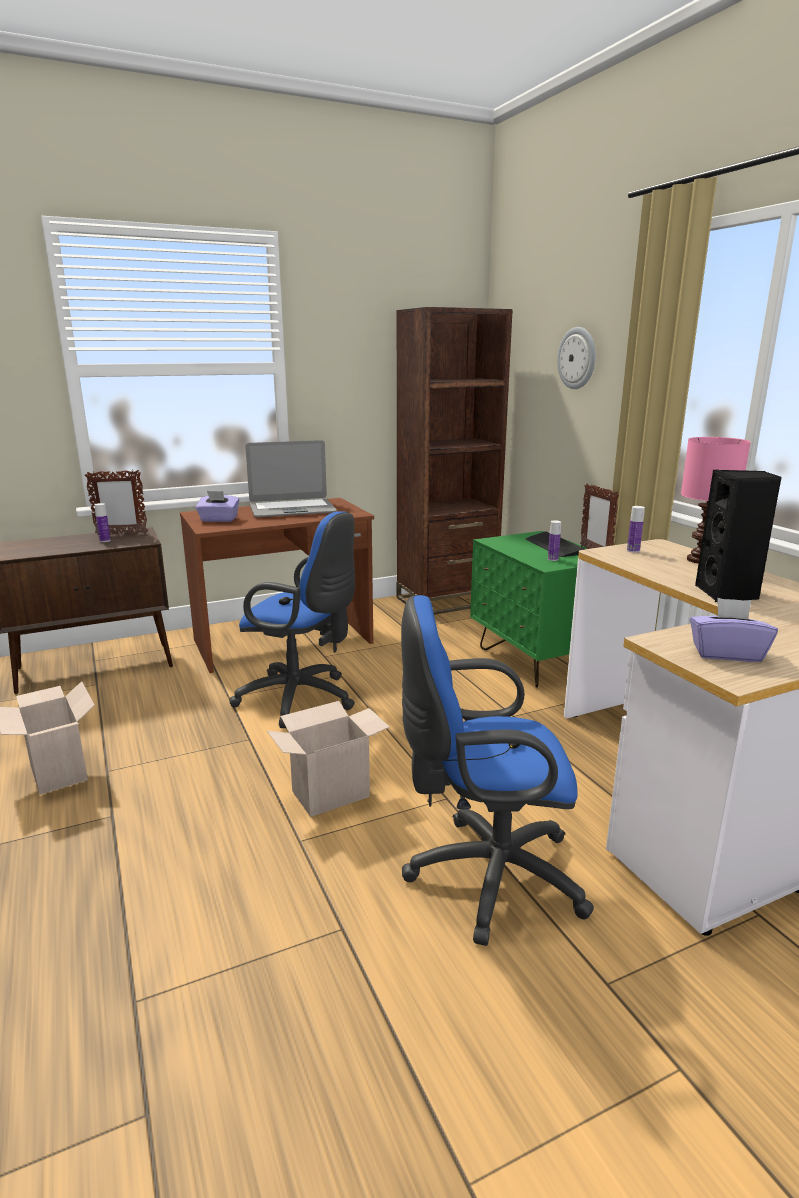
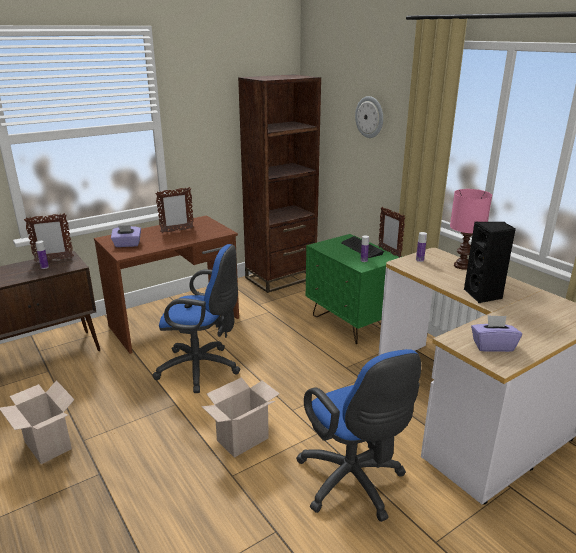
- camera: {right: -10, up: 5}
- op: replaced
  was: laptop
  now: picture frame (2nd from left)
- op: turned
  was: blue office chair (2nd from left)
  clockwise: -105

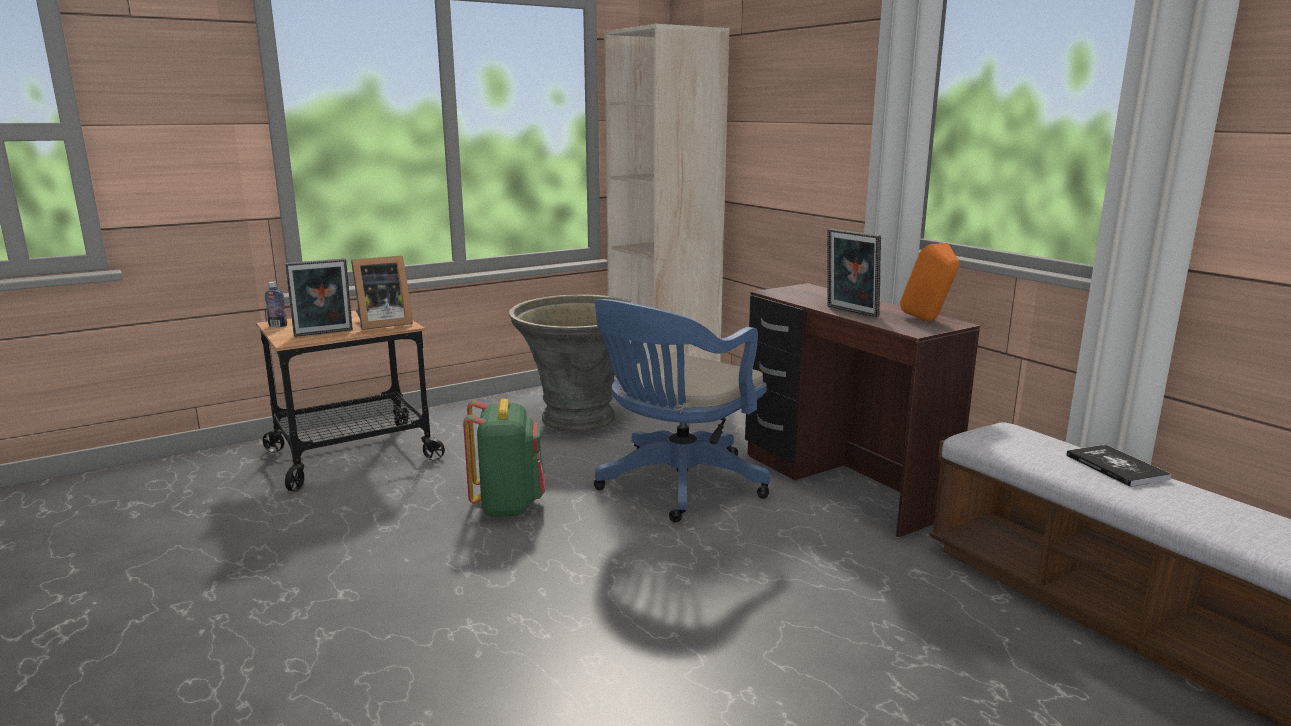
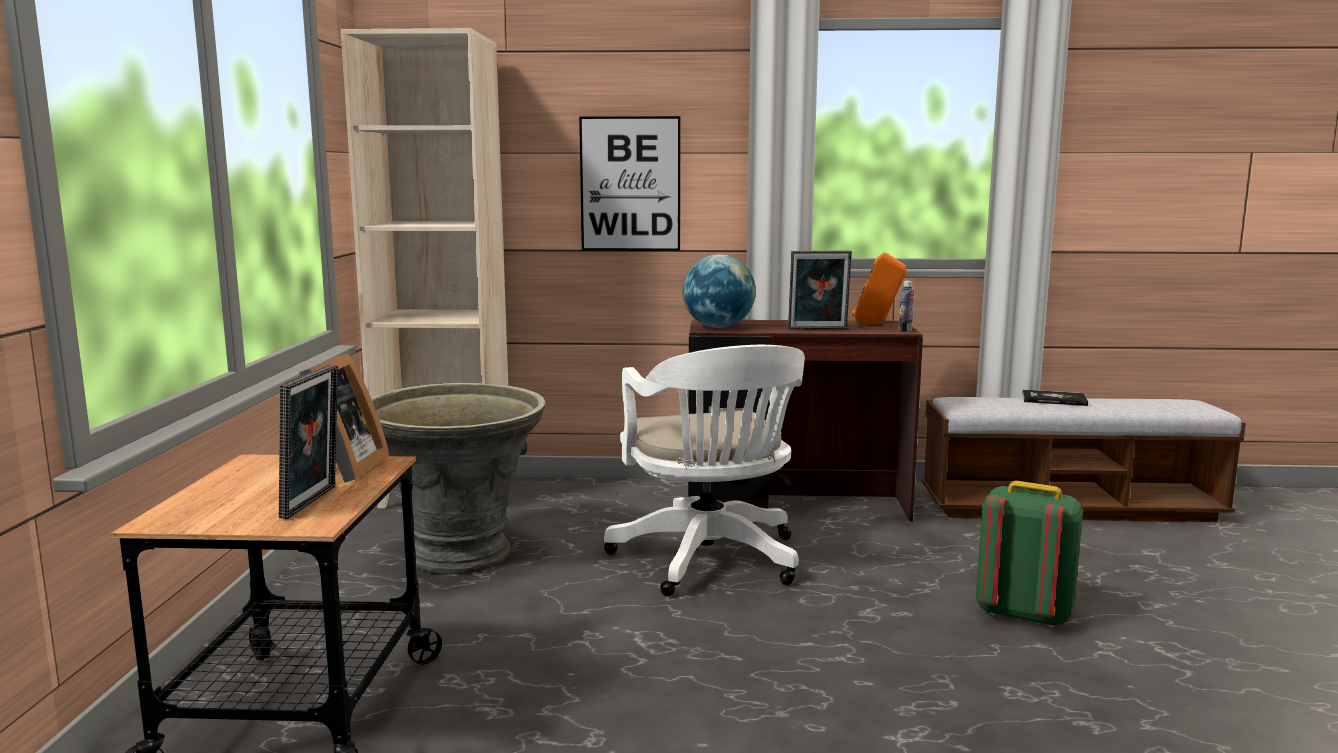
- camera: {right: -55, up: -5}
- op: moved
  was: bottle
- op: recoloured
  was: blue office chair
  now: white-coloured office chair
- op: moved
  was: greenish rucksack
- op: added
  now: wall art
- op: added
  now: desk globe

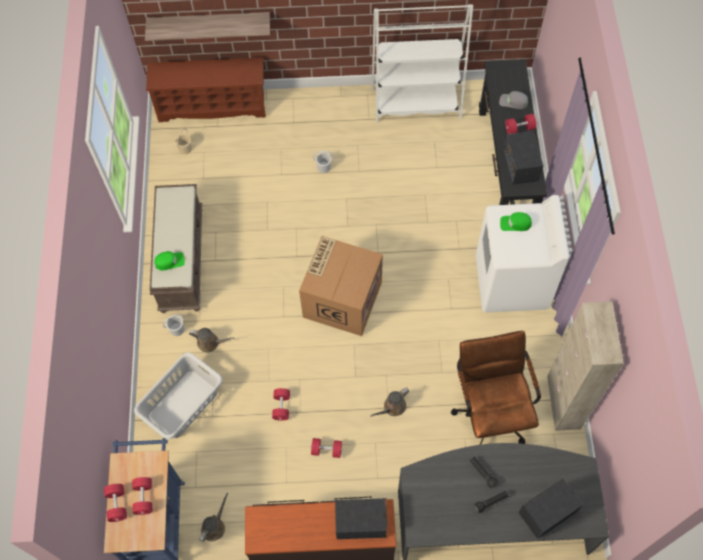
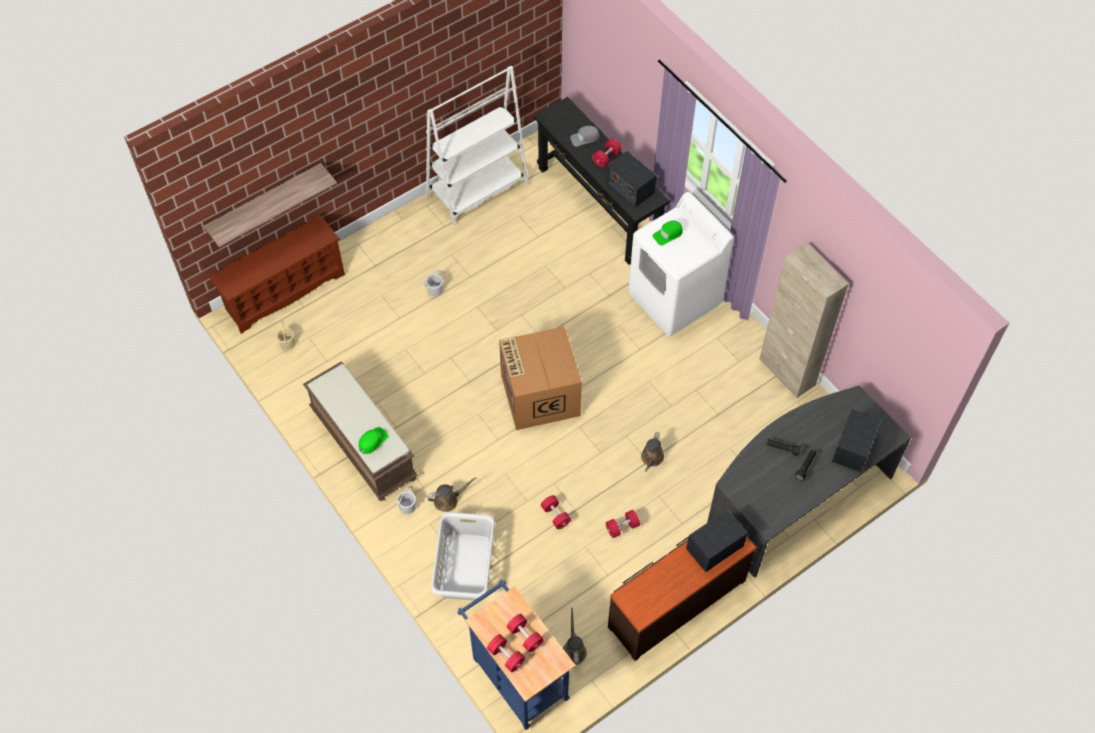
- camera: {right: -35, up: -5}
- op: removed
  was: brown-coloured office chair

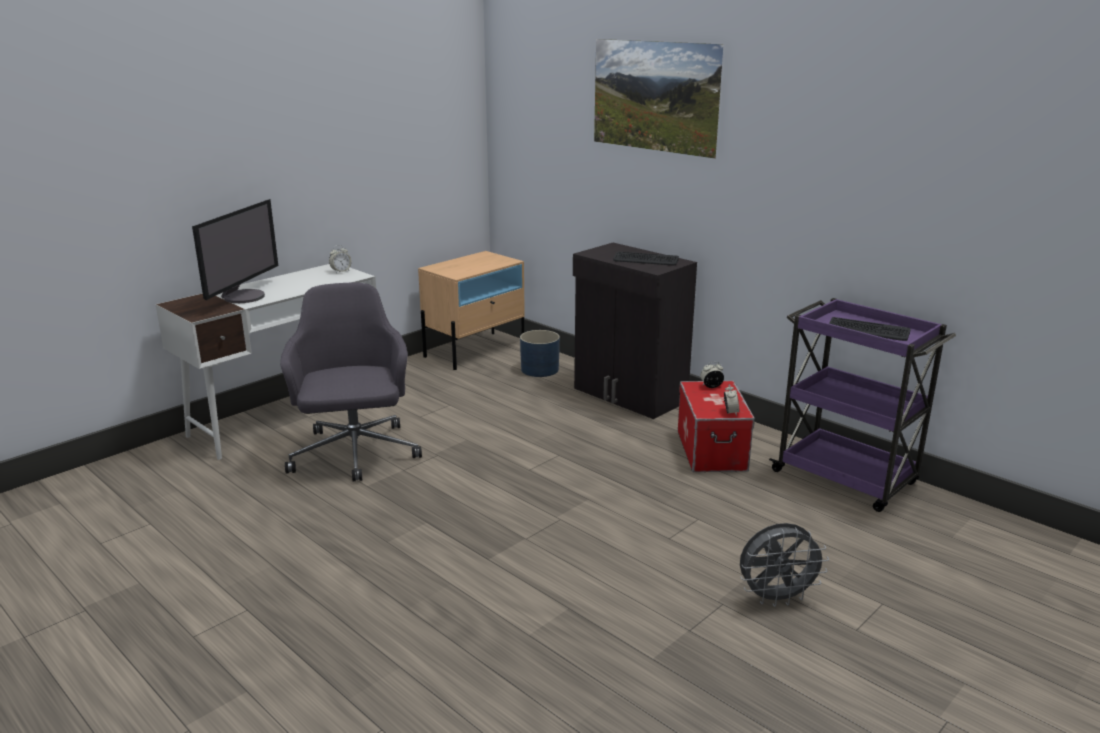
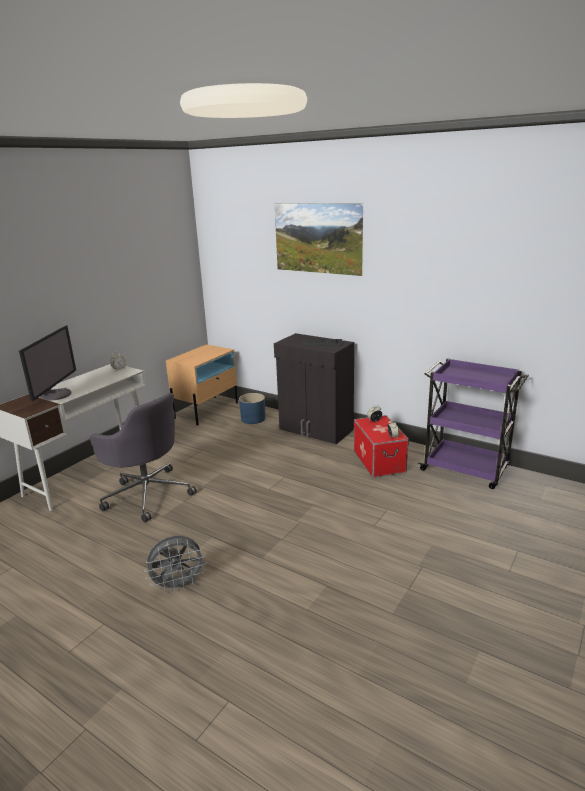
- camera: {right: -10, up: 0}
- op: turned
  was: gray office chair
  clockwise: 150
- op: removed
  was: computer keyboard (2nd from left)
- op: moved
  was: gray cooling fan

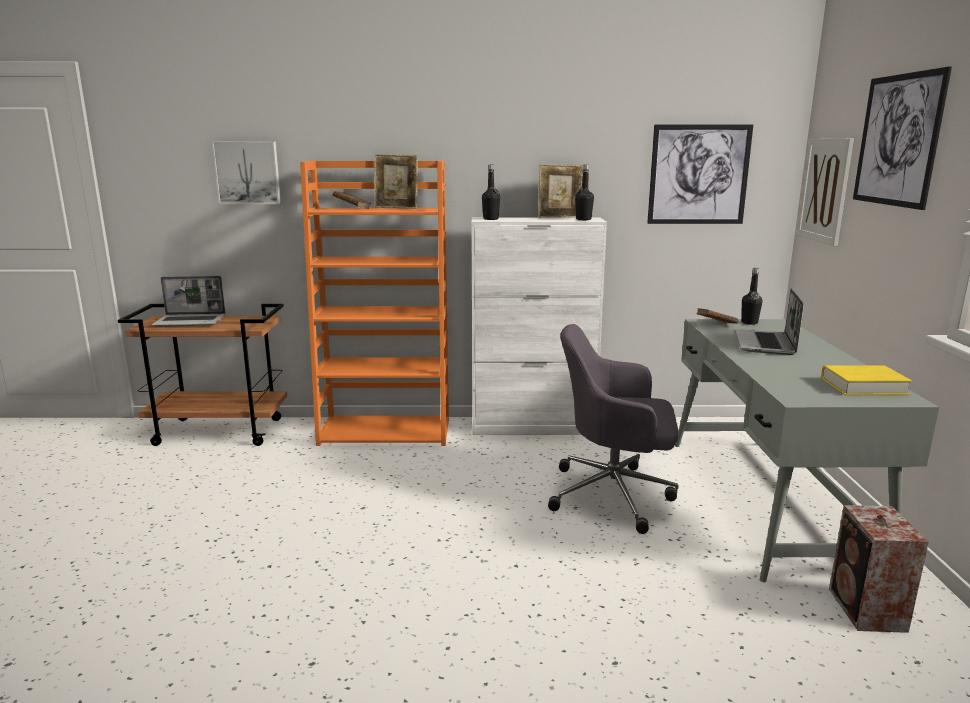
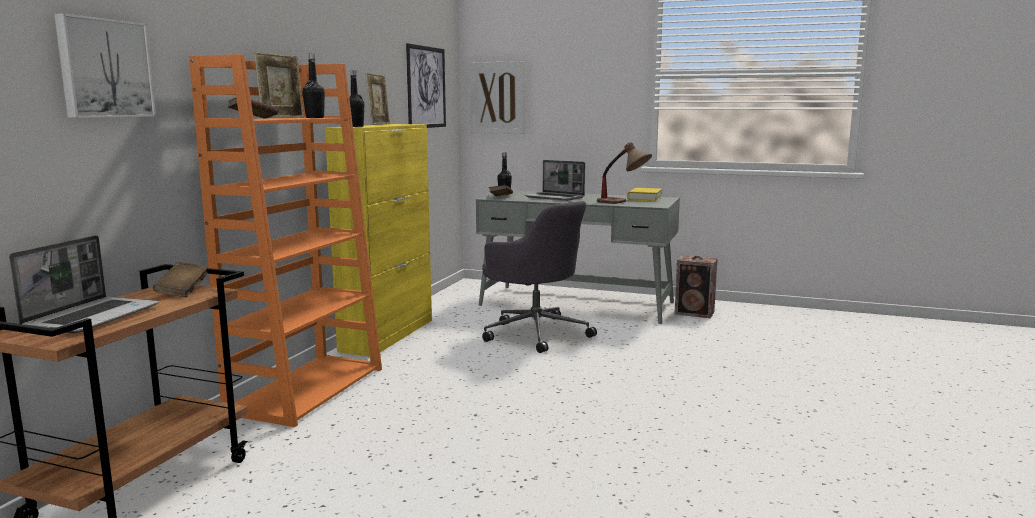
- camera: {right: -70, up: -5}
- op: removed
  was: wall art (4th from left)
- op: moved
  was: black bottle (2nd from left in the first image)
  now: black bottle (1st from left)
- op: recoloured
  was: white-coloured cupboard
  now: yellow cupboard
- op: turned
  was: gray office chair
  clockwise: -75
- op: added
  now: tabletop lamp
- op: added
  now: brown-coloured bound book (1st from left)

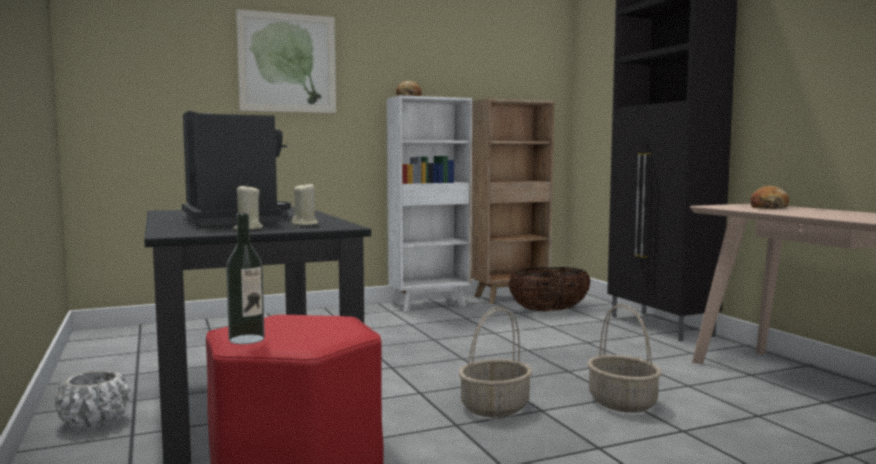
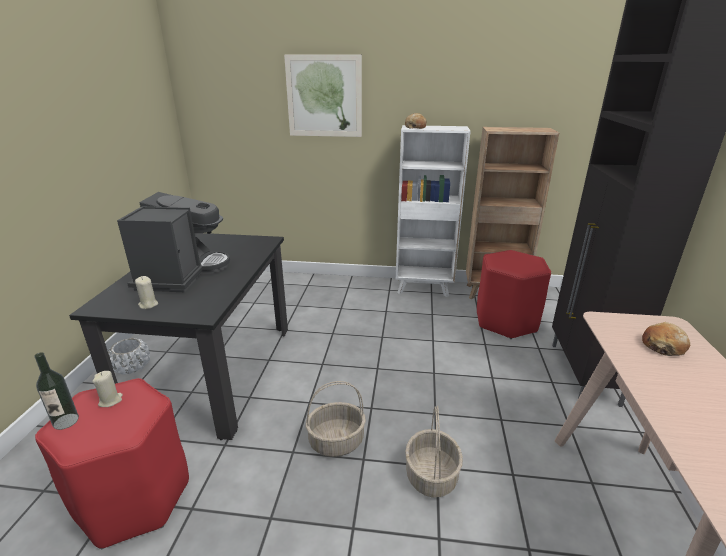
- camera: {right: 30, up: 20}
- op: moved
  was: beige-coloured candle (2nd from left in the first image)
  now: beige-coloured candle (1st from left)
- op: replaced
  was: basket (2nd from left)
  now: red stool seat (2nd from left)

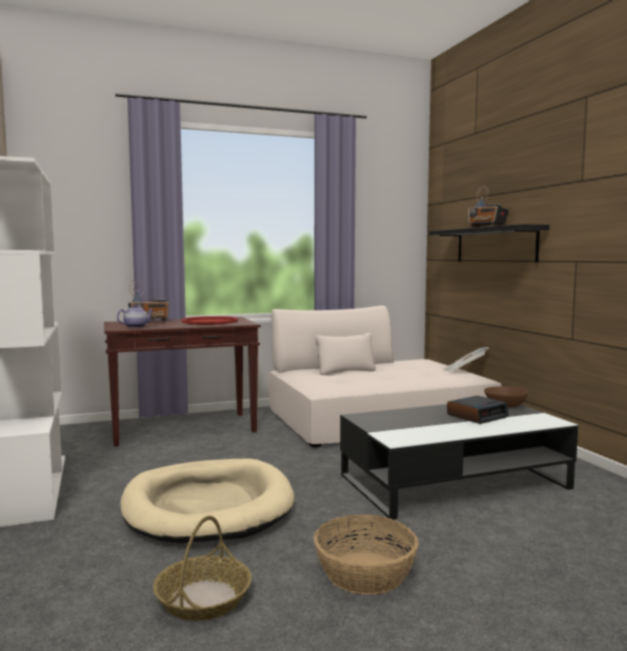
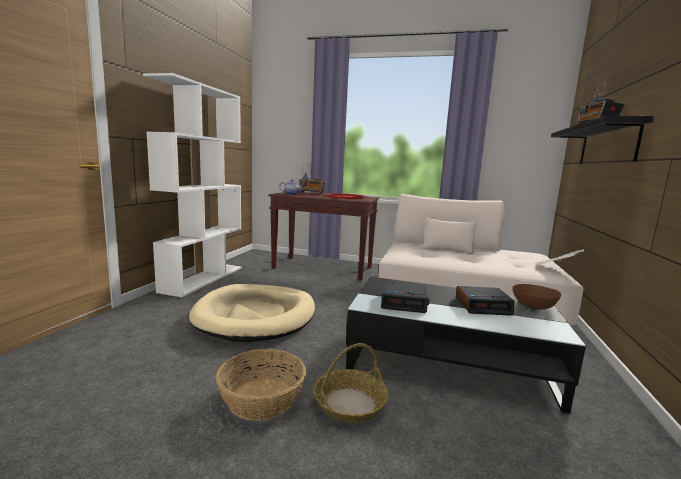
- camera: {right: 35, up: 5}
- op: moved
  was: basket (1st from left in the first image)
  now: basket (2nd from left)
- op: added
  now: bedside clock (1st from left)

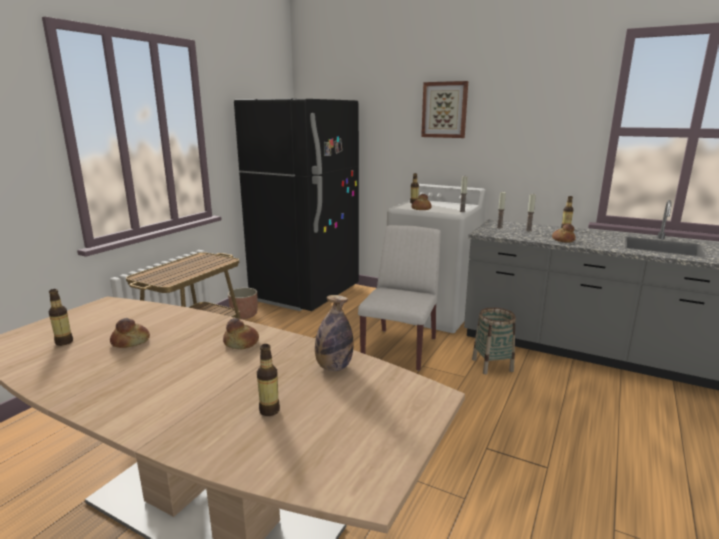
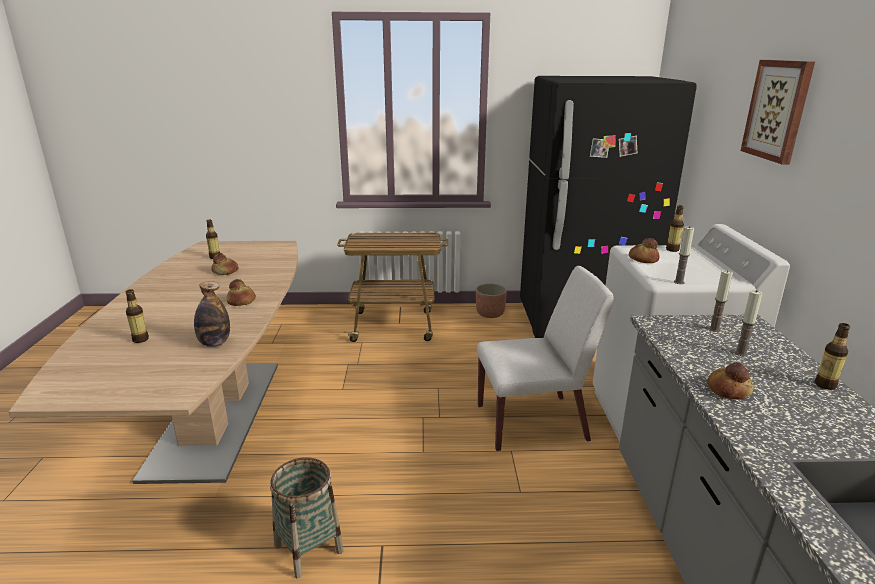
- camera: {right: 60, up: 5}
- op: moved
  was: basket

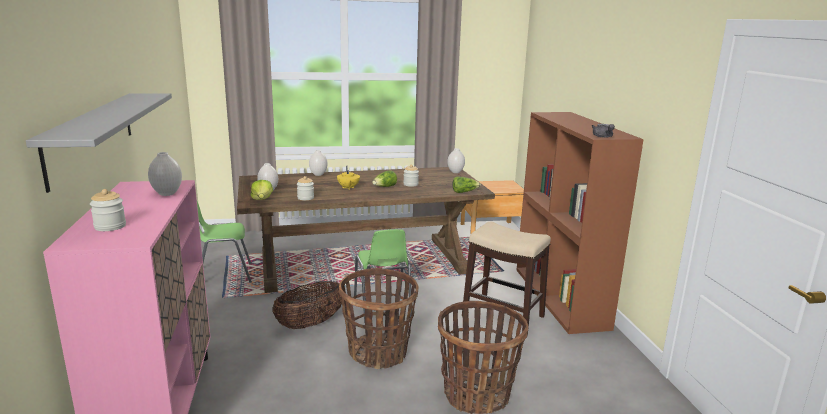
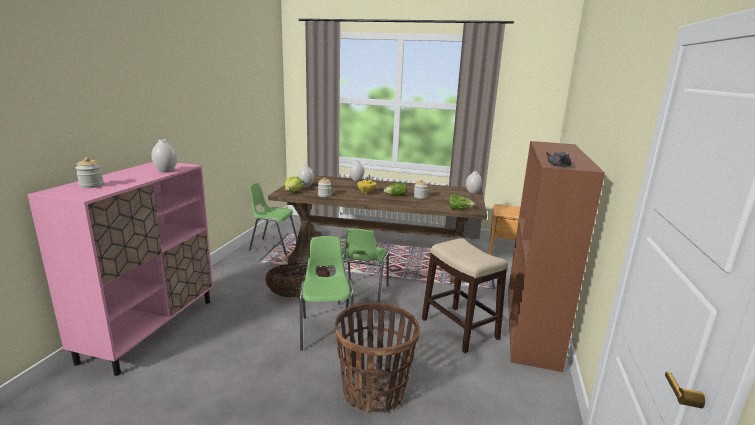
- camera: {right: 25, up: 0}
- op: removed
  was: gray bracket shelf
- op: replaced
  was: basket (2nd from left)
  now: greenish plain chair (2nd from left)

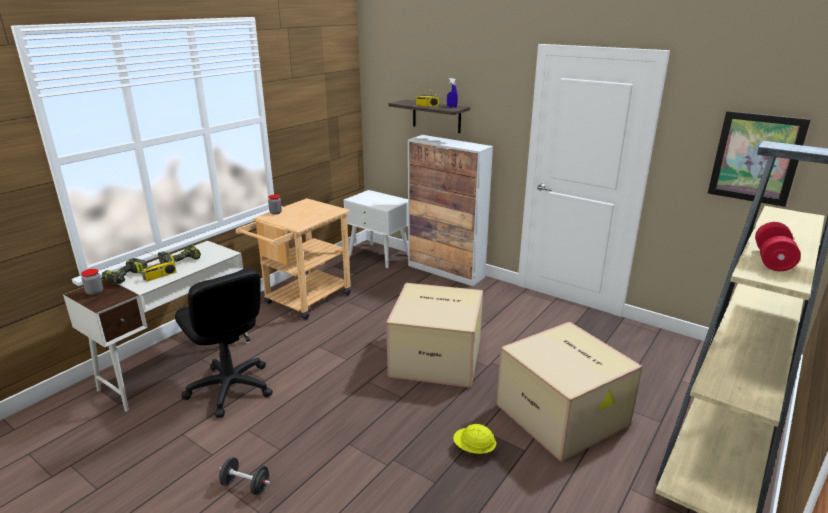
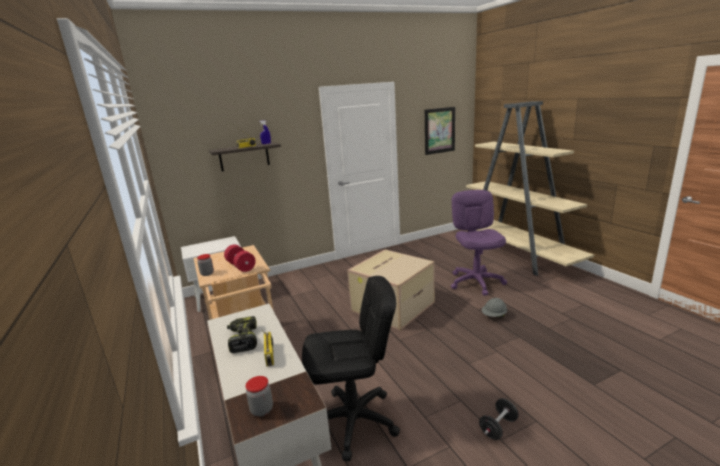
- camera: {right: -60, up: -5}
- op: removed
  was: cupboard
- op: moved
  was: red hand weight
- op: removed
  was: drill (1st from left)
- op: replaced
  was: cardboard box (2nd from left)
  now: purple office chair
- op: recoloured
  was: yellow hard hat
  now: gray hard hat

